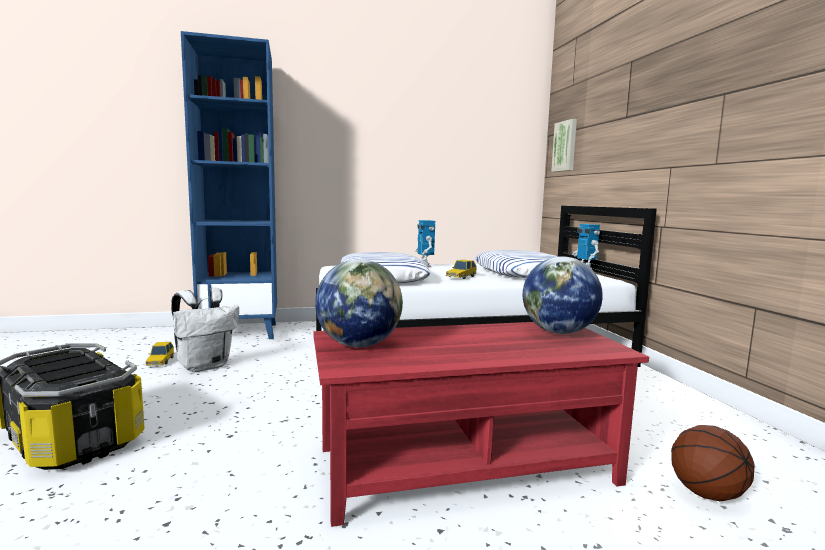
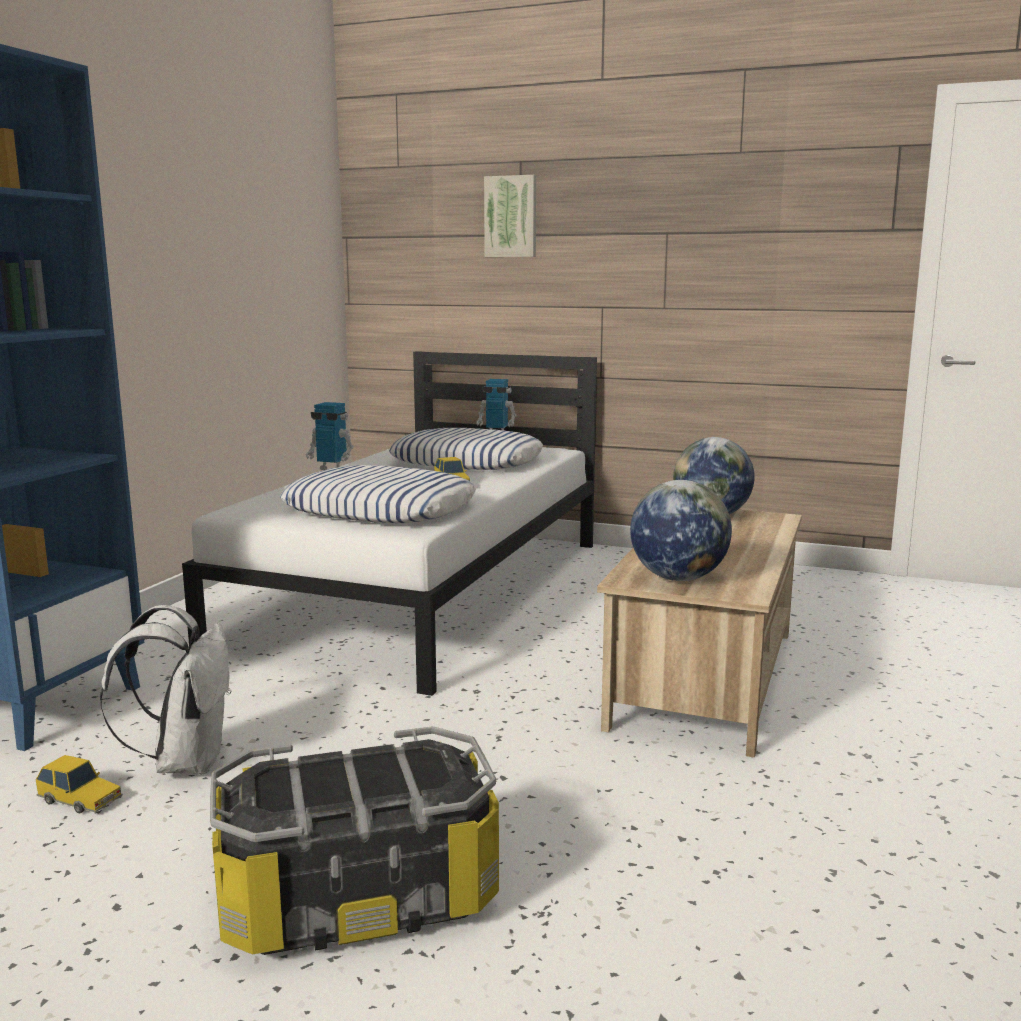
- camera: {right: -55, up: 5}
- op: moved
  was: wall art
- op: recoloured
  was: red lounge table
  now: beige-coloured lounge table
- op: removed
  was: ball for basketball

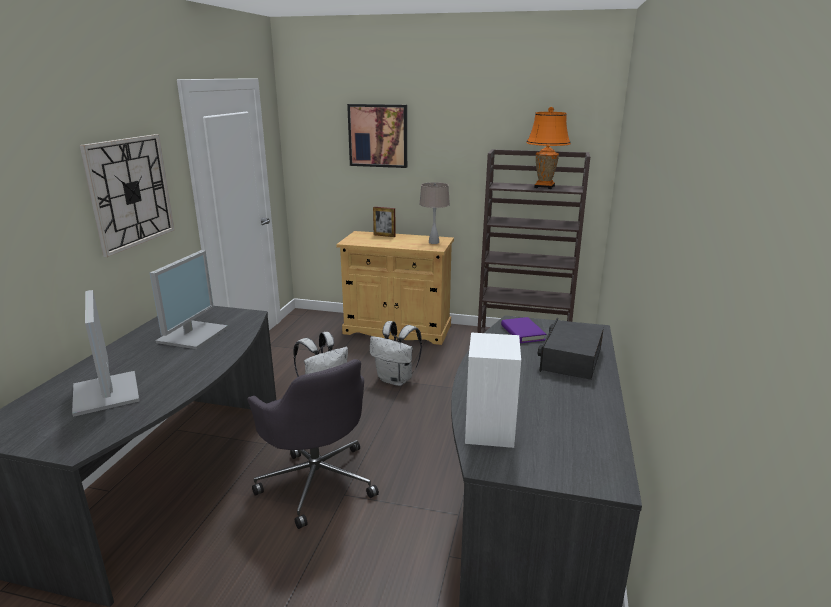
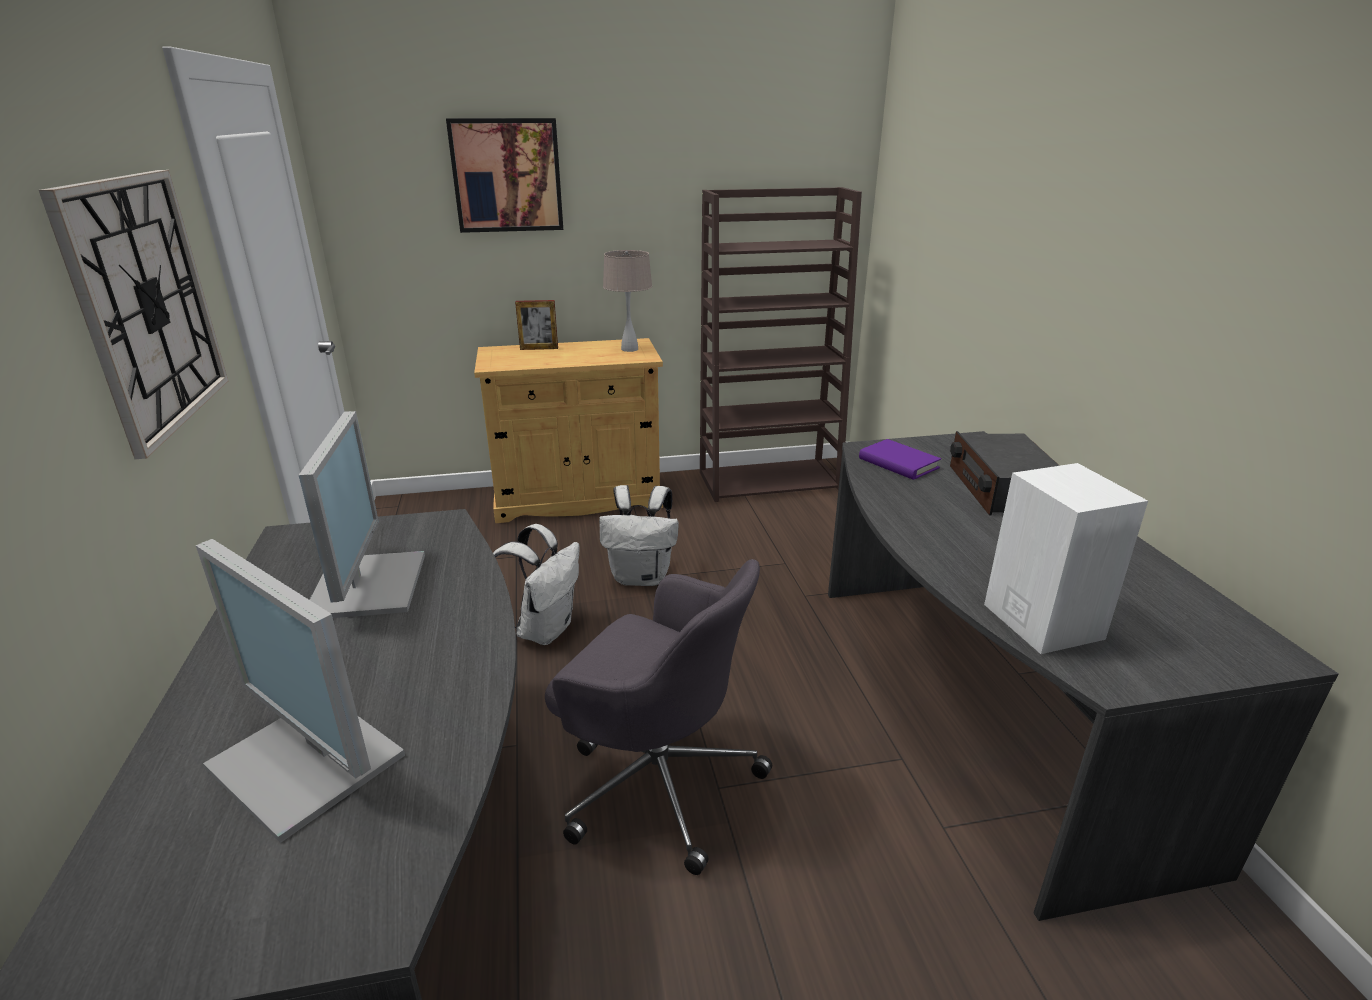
- camera: {right: -25, up: 5}
- op: removed
  was: orange tabletop lamp

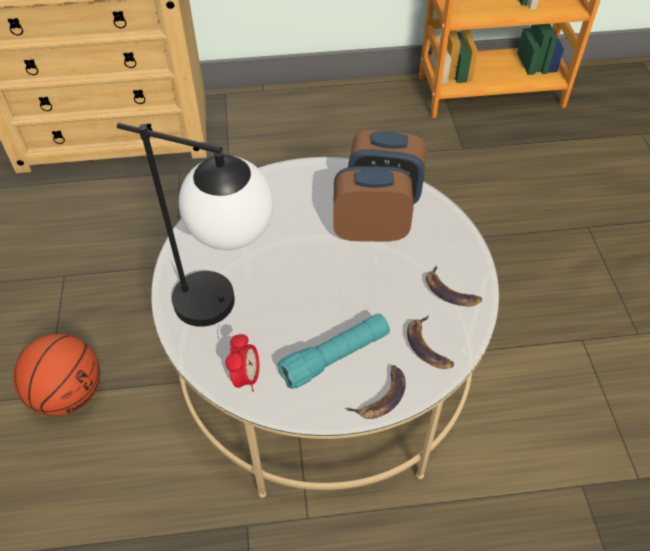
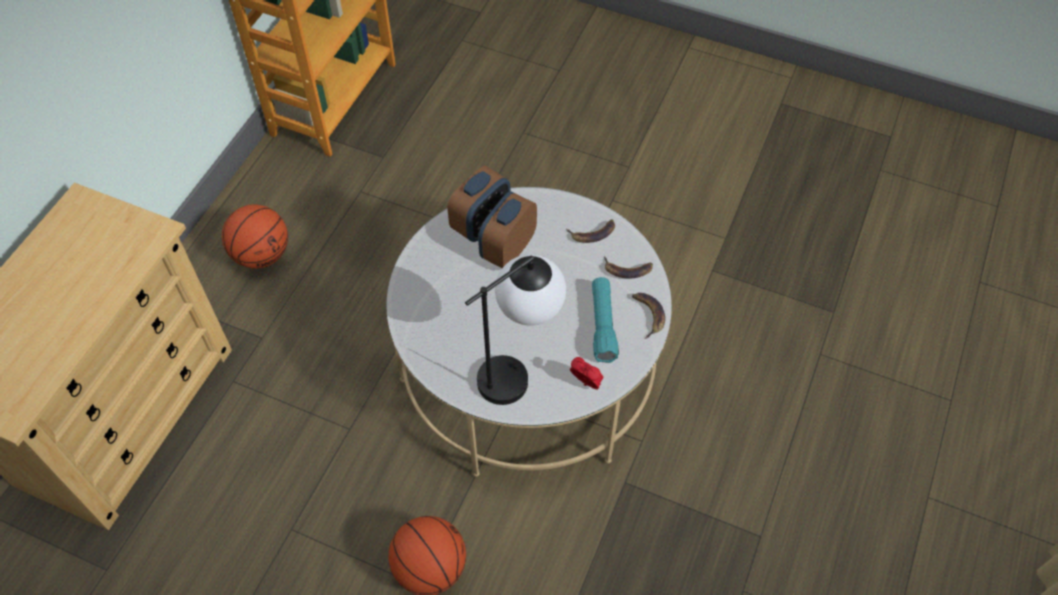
- camera: {right: -60, up: 5}
- op: added
  now: ball for basketball (1st from left)

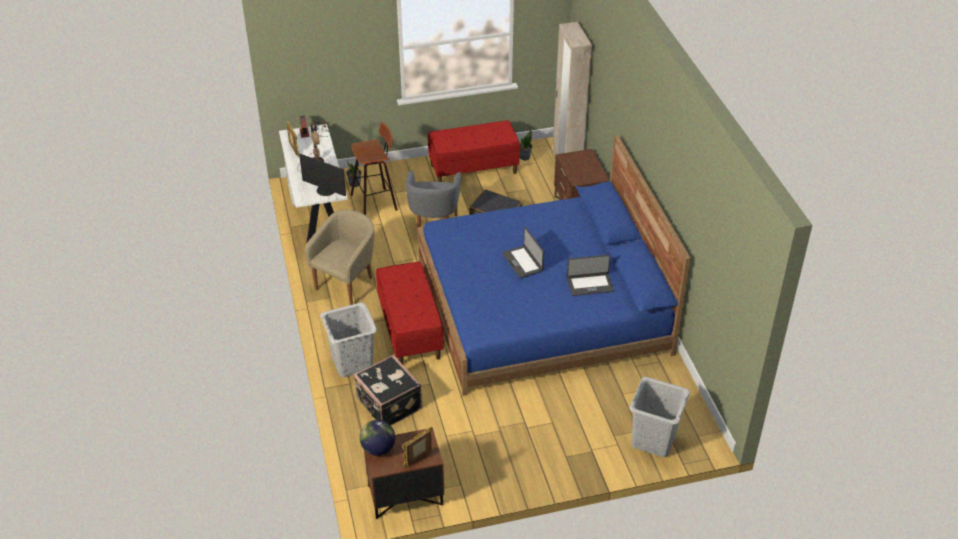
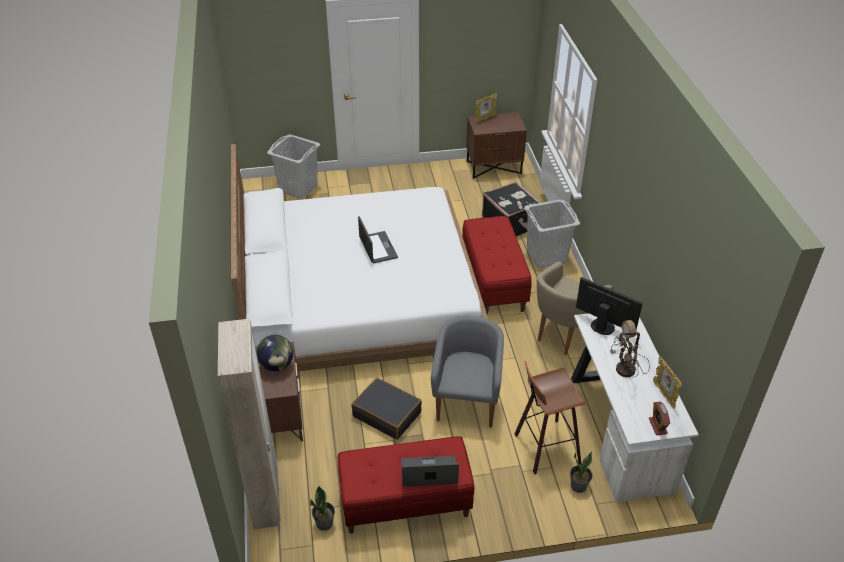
- camera: {right: -175, up: 0}
- op: recoloured
  was: blue sleeping bed
  now: white-coloured sleeping bed
- op: moved
  was: laptop (2nd from left)
- op: moved
  was: desk globe

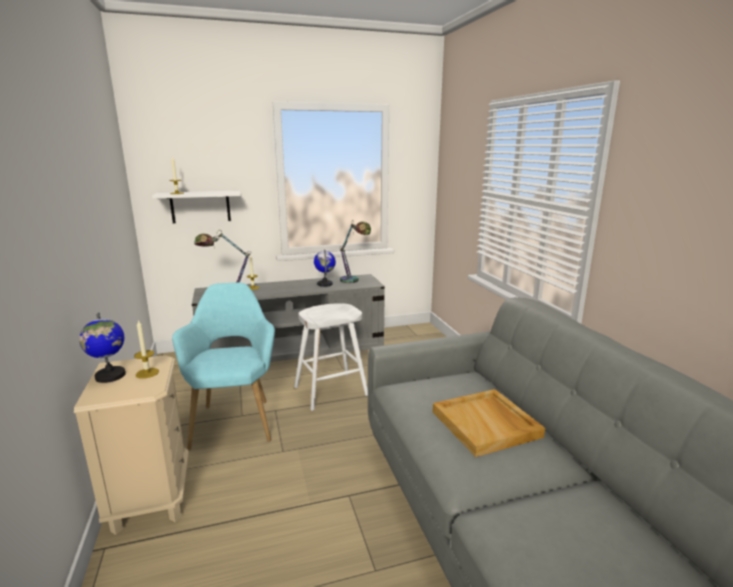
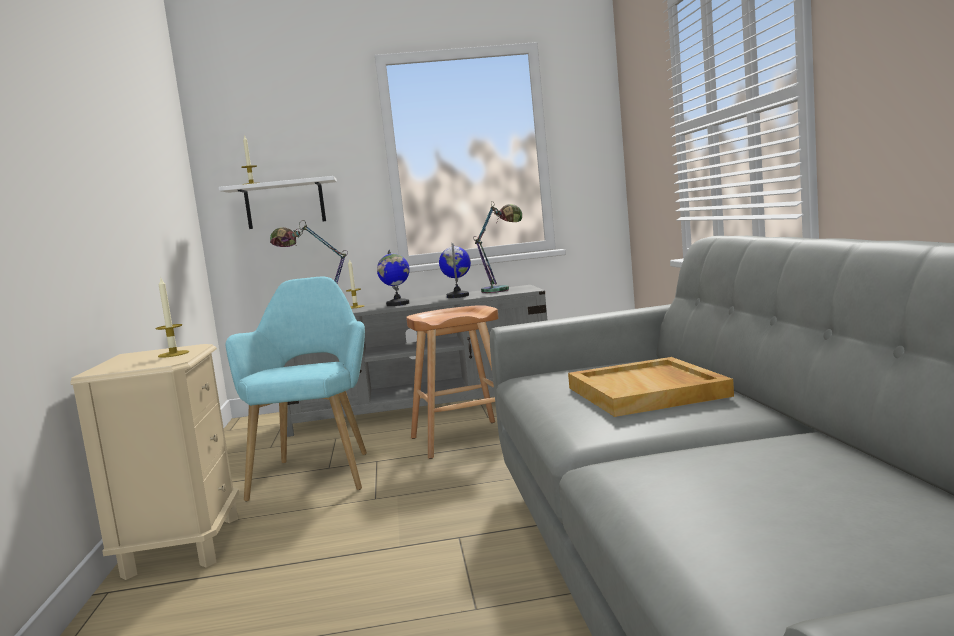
- camera: {right: 10, up: -10}
- op: recoloured
  was: white-coloured stool seat
  now: brown-coloured stool seat
- op: moved
  was: desk globe (1st from left)

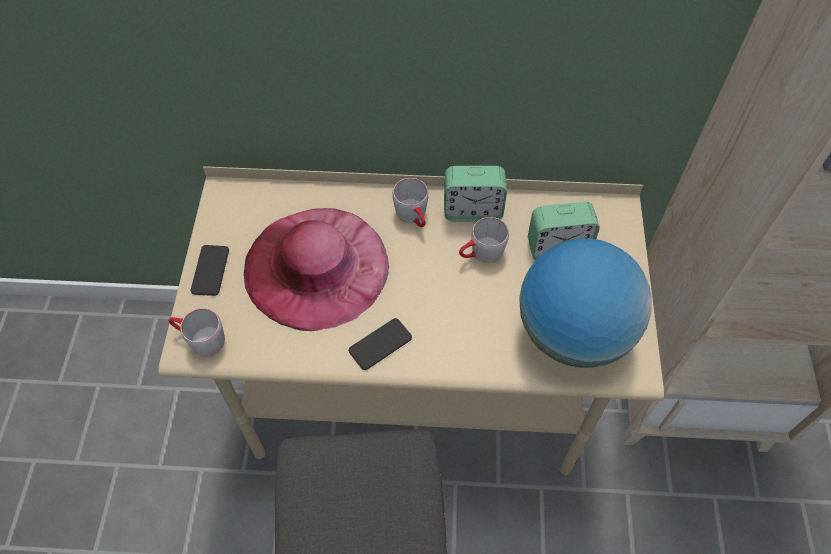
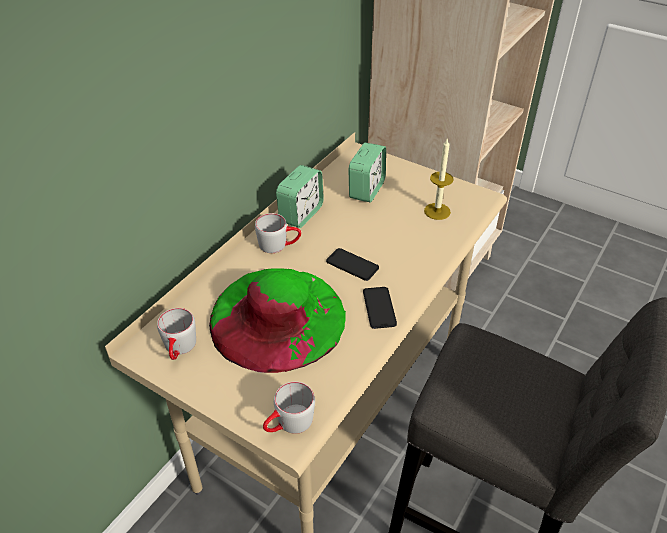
- camera: {right: -60, up: -15}
- op: recoloured
  was: pink wearable hat
  now: greenish wearable hat
- op: moved
  was: gray mug (3rd from left in the first image)
  now: gray mug (1st from left)
- op: replaced
  was: desk globe
  now: candle
- op: moved
  was: handset (1st from left)

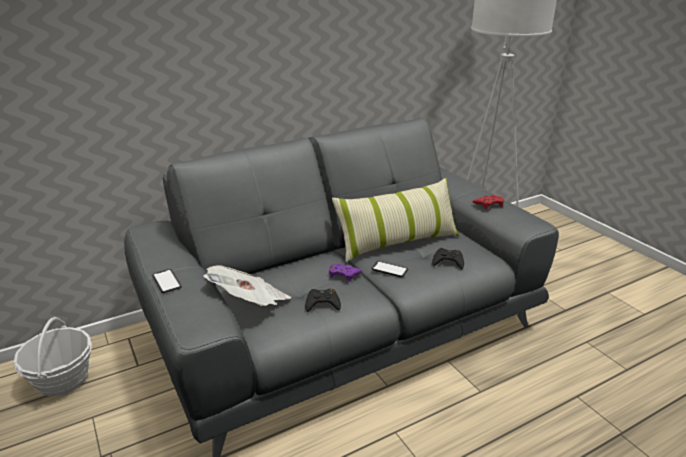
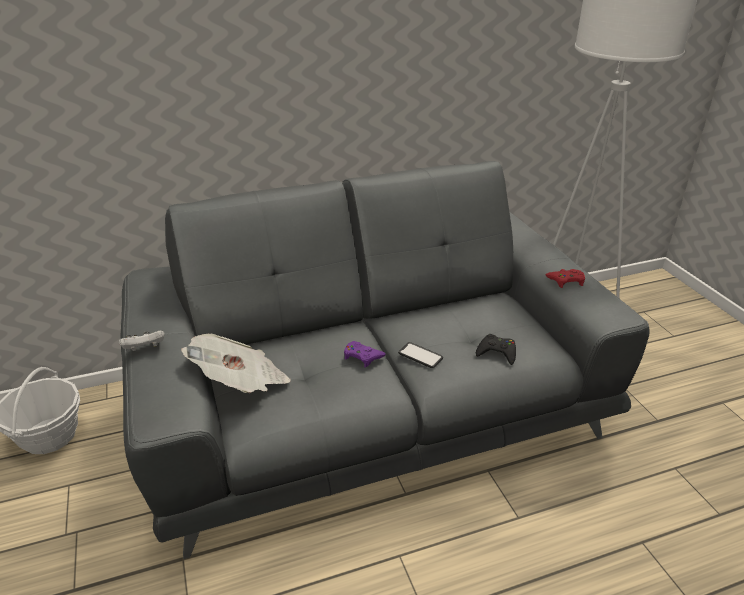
- camera: {right: 10, up: 5}
- op: removed
  was: pillow
- op: replaced
  was: handset (1st from left)
  now: white-coloured joypad
- op: removed
  was: black joypad (1st from left)

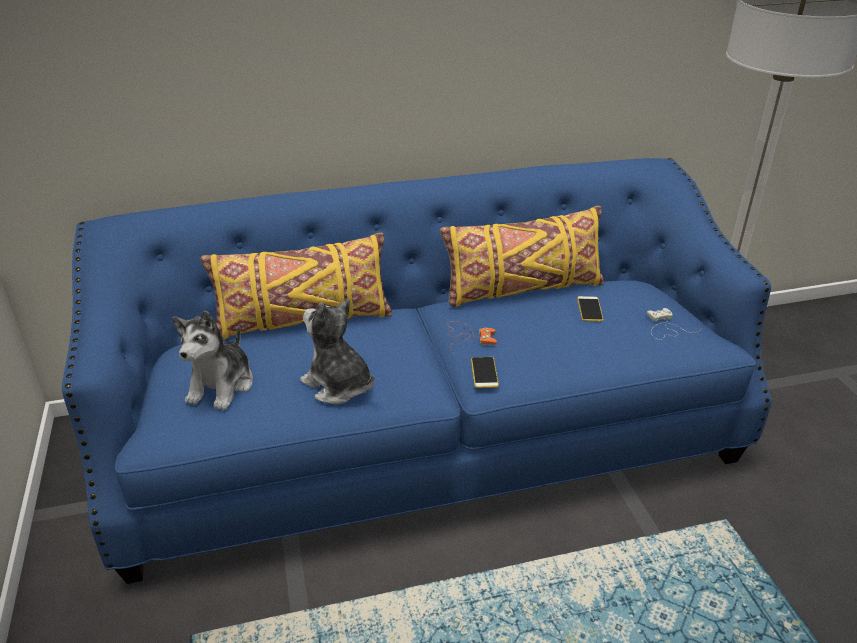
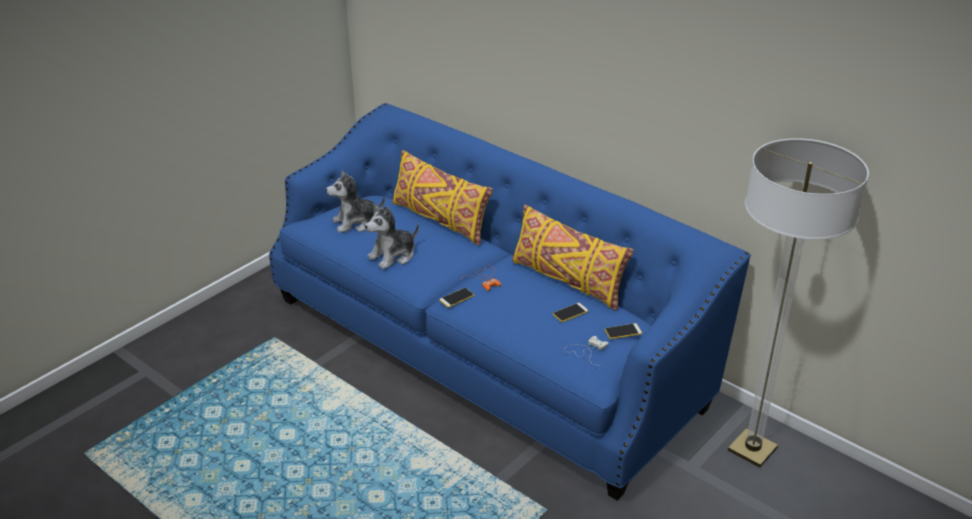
- camera: {right: 55, up: 0}
- op: turned
  was: plush toy (2nd from left)
  clockwise: -135
- op: added
  now: handset (3rd from left)

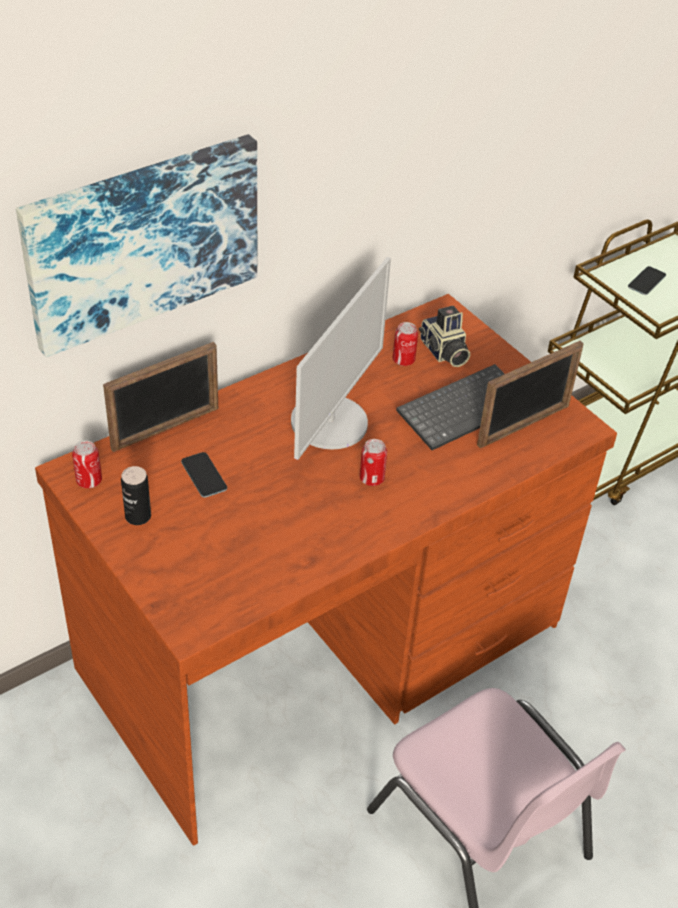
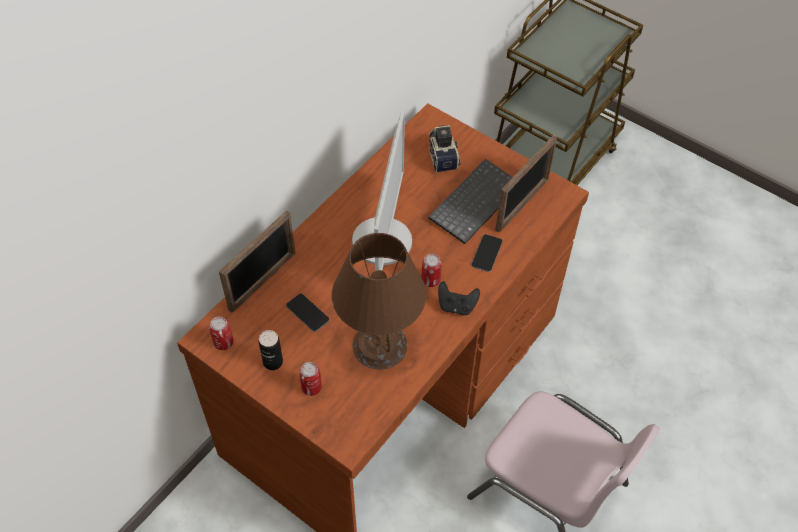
- camera: {right: -15, up: 10}
- op: removed
  was: wall art
- op: moved
  was: handset (2nd from left)
- op: turned
  was: photo camera
  clockwise: -150
- op: moved
  was: can (4th from left in the first image)
  now: can (3rd from left)
- op: added
  now: brown-coloured tabletop lamp
- op: added
  now: black joypad

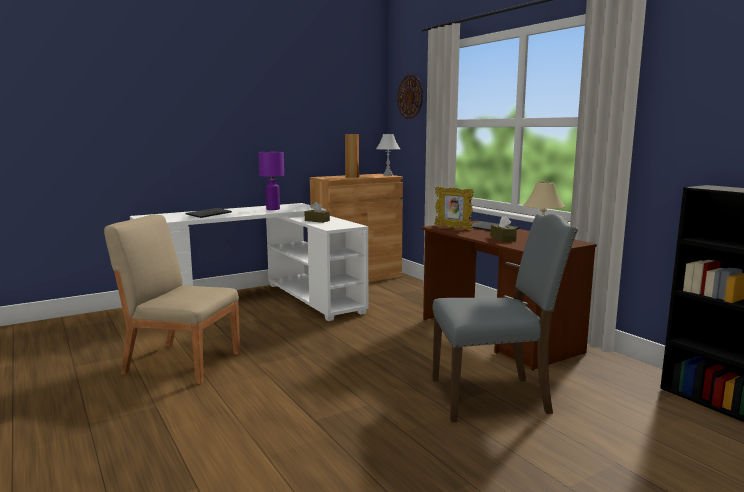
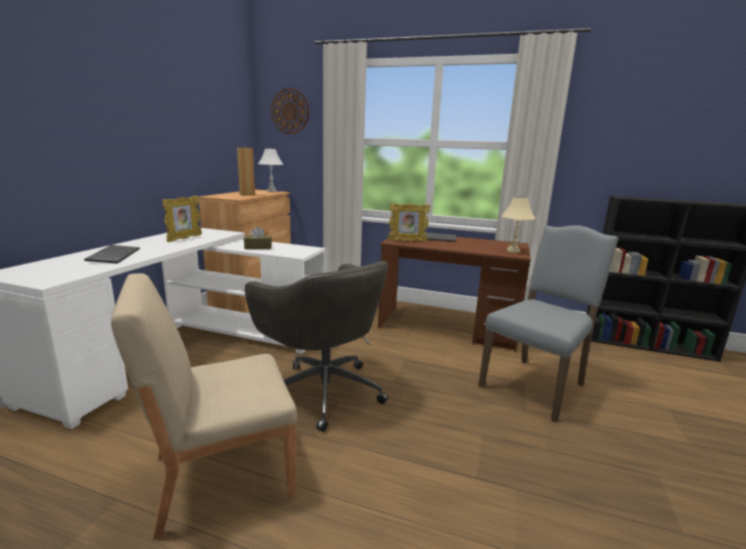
- camera: {right: -40, up: 5}
- op: replaced
  was: purple tabletop lamp
  now: picture frame (1st from left)
- op: removed
  was: brown-coloured box of tissues (2nd from left)
- op: added
  now: gray office chair

